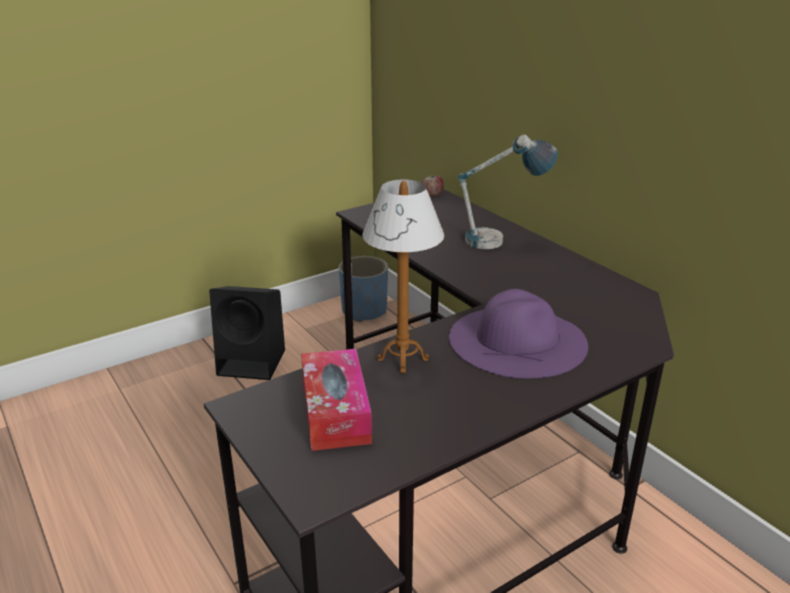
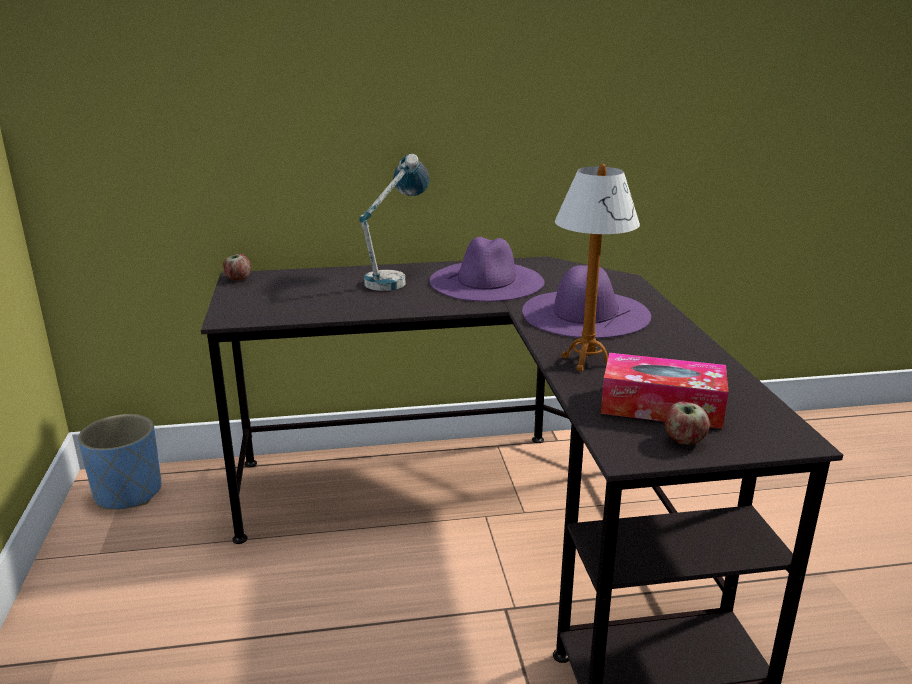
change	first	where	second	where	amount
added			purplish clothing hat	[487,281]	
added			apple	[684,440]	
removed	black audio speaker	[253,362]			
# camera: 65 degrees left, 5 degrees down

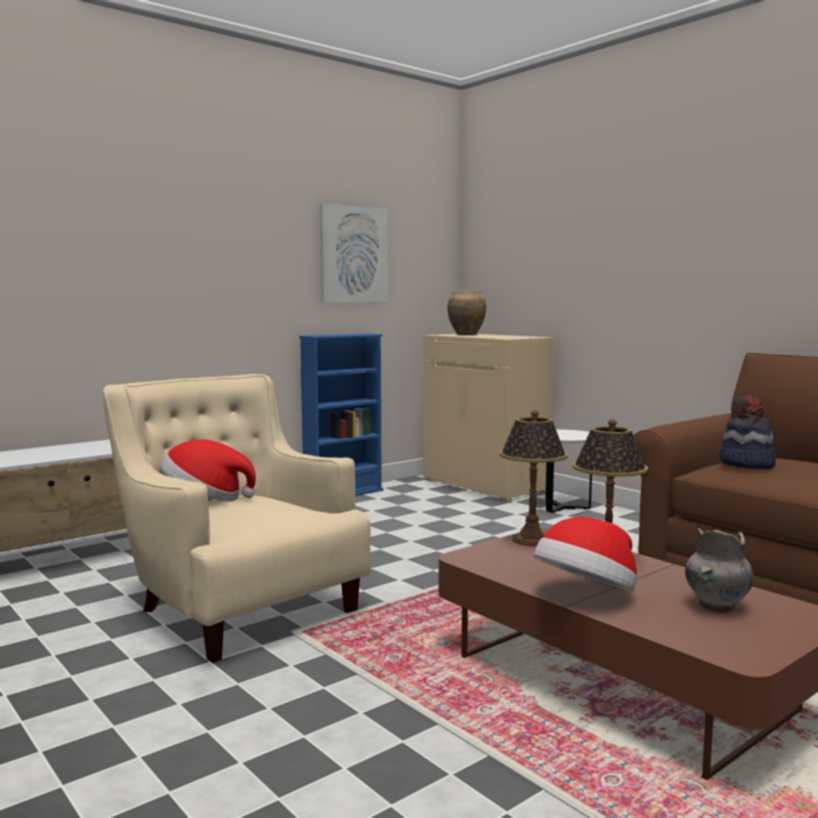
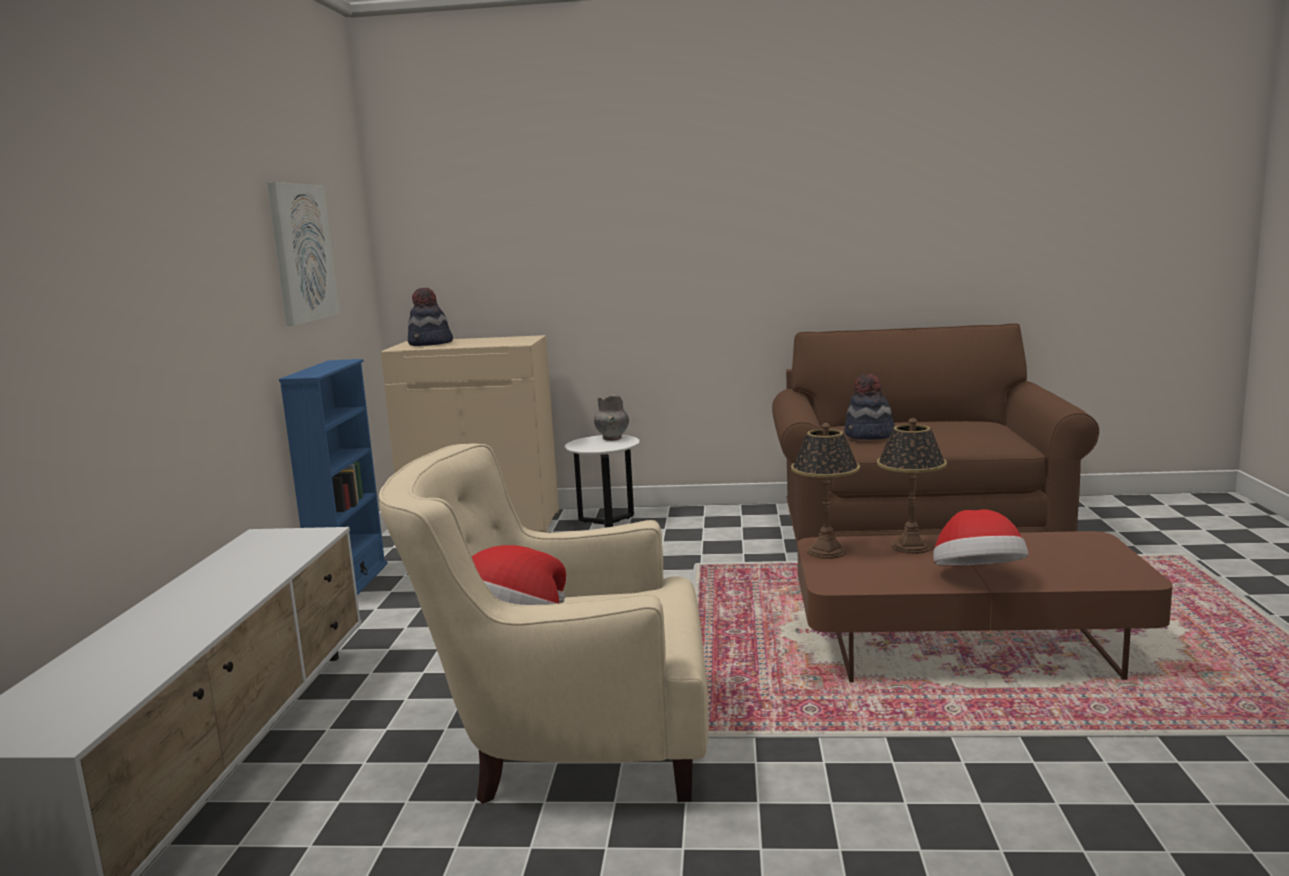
change	first	where	second	where	amount
replaced	brownish vase	[466,334]	clothing hat	[430,344]	
moved	grey vase	[717,605]		[612,438]	
# camera: 45 degrees left, 5 degrees up

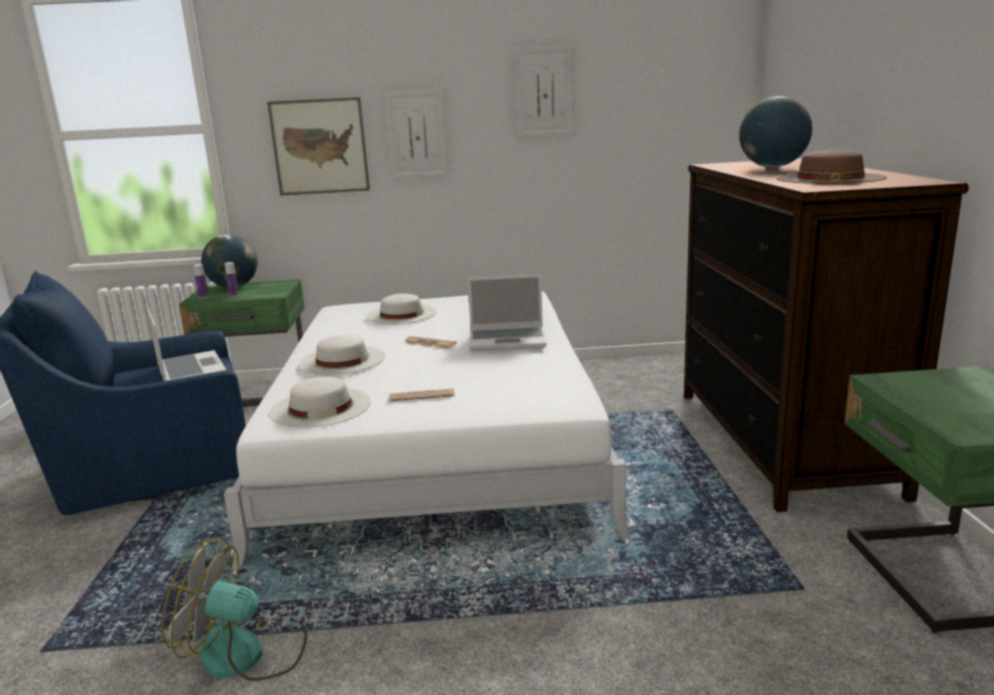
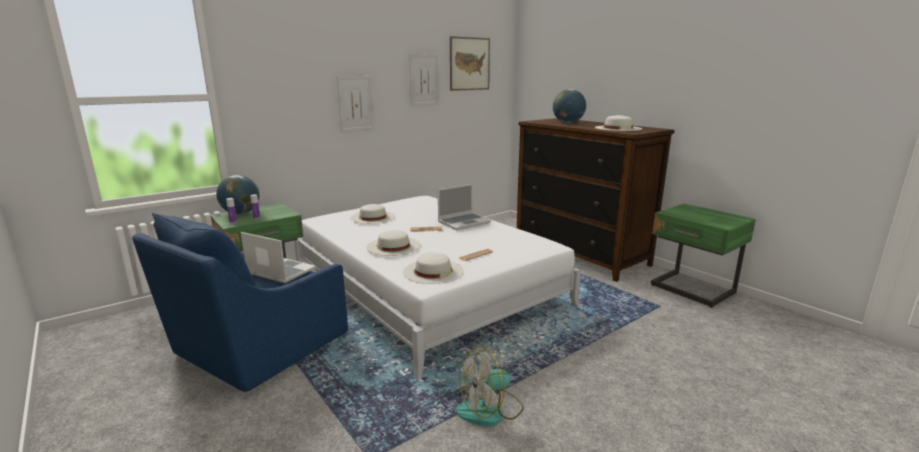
change	first	where	second	where	amount
moved	picture	[320,146]		[469,64]	
recoloured	brownish clothing hat	[830,178]	white clothing hat	[618,128]	
# camera: 35 degrees left, 0 degrees up

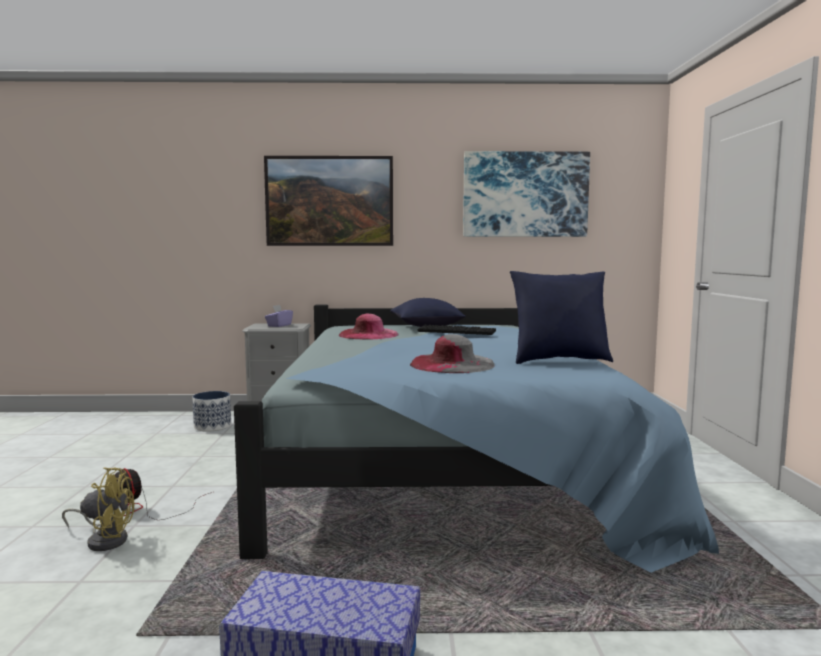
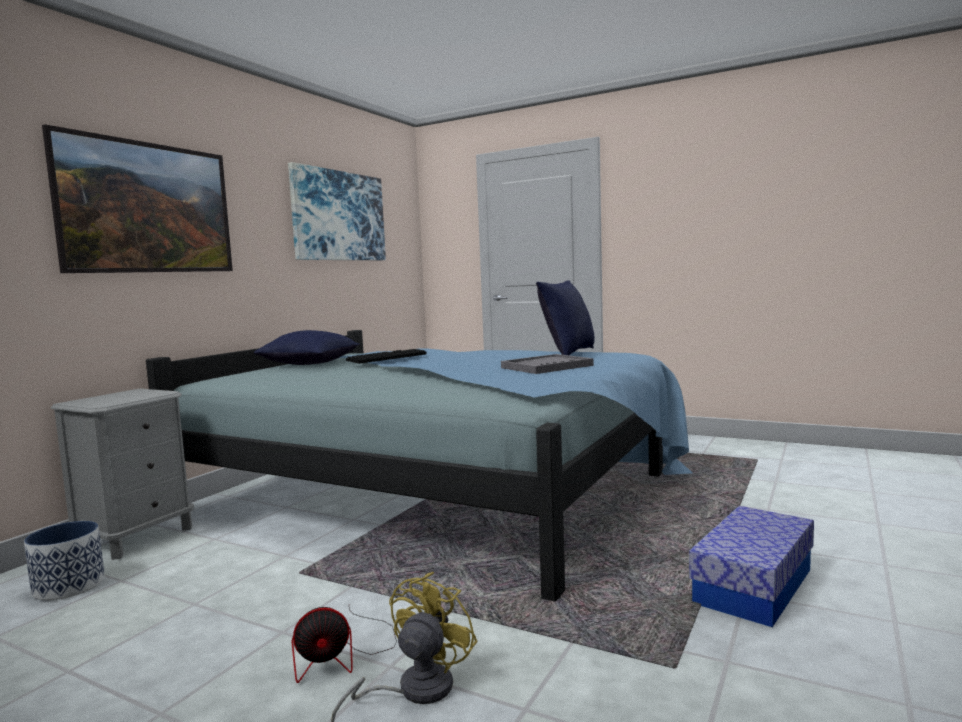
change	first	where	second	where	amount
replaced	grey clothing hat	[452,364]	grey carrying tray	[546,367]	
removed	purplish tissue box	[279,325]			
removed	pinkish clothing hat	[368,335]			
# camera: 60 degrees left, 0 degrees up

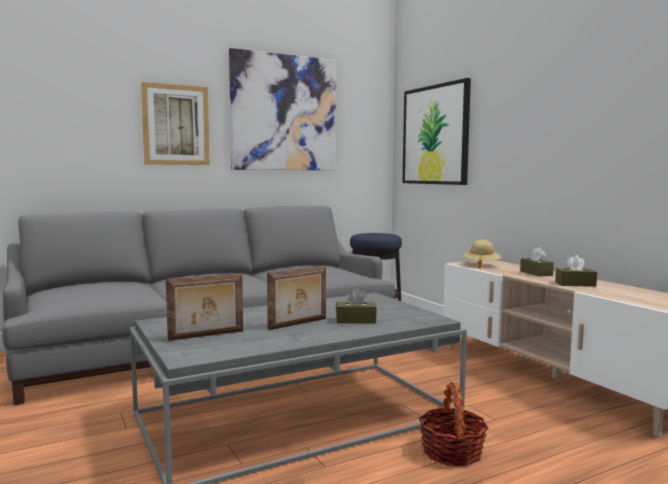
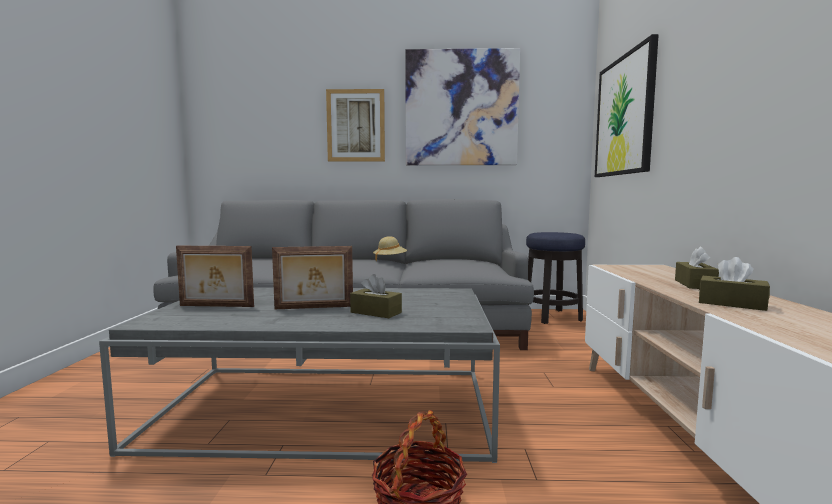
change	first	where	second	where	amount
moved	beige clothing hat	[481,265]		[390,260]	
# camera: 30 degrees right, 0 degrees up

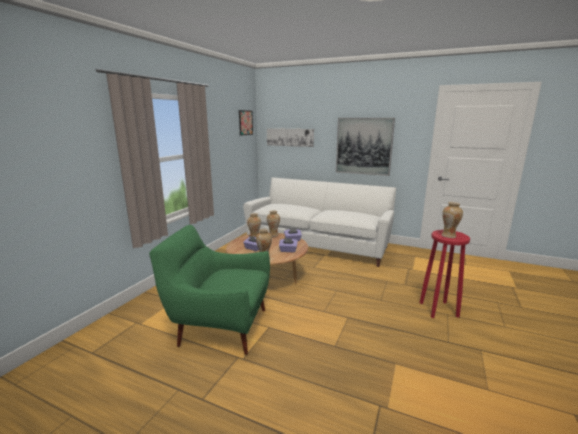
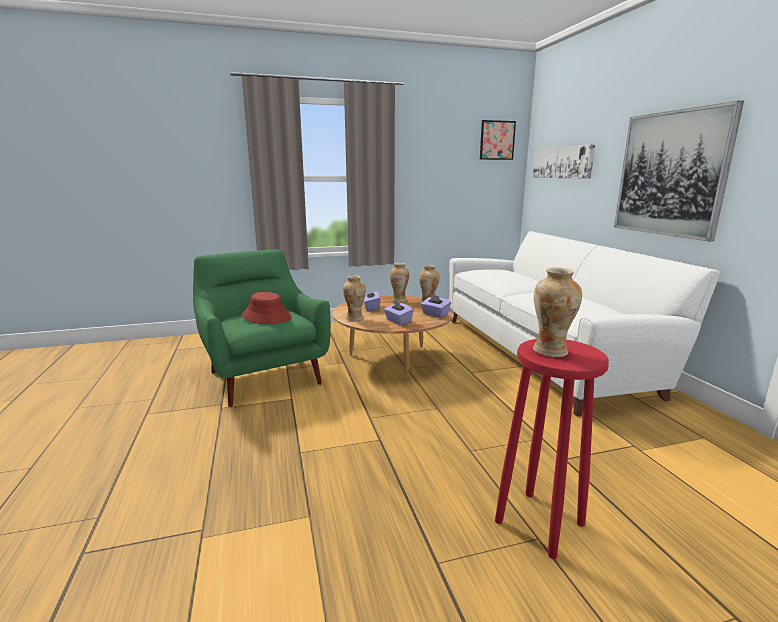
change	first	where	second	where	amount
added			red-coloured clothing hat	[267,316]	
# camera: 50 degrees right, 0 degrees up

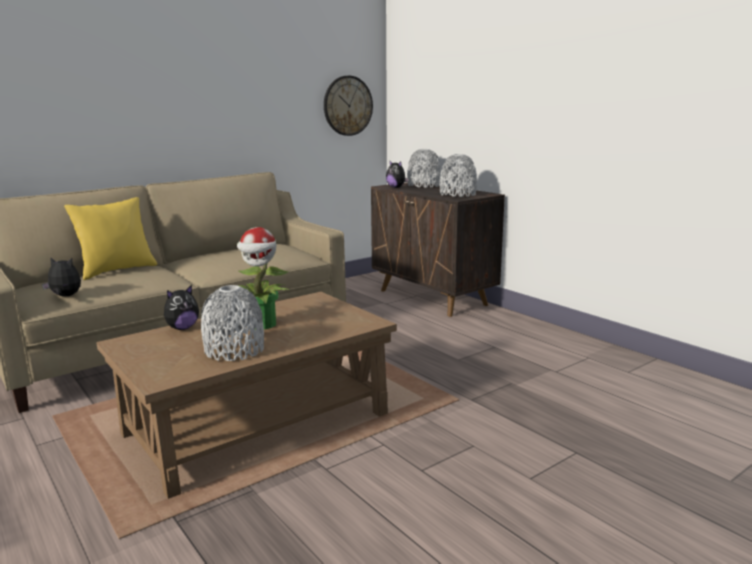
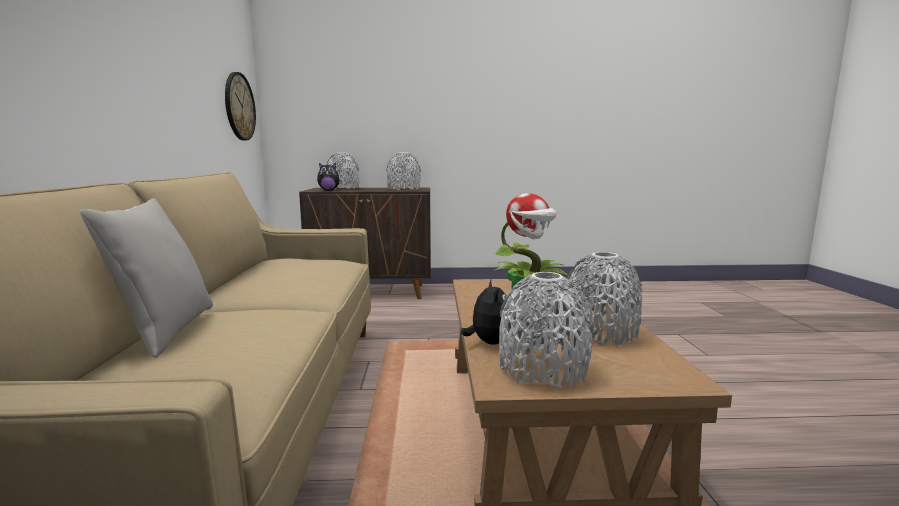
change	first	where	second	where	amount
recoloured	yellow throw pillow	[117,270]	grey throw pillow	[166,331]	
added			grey vase	[543,368]	
removed	cuddly toy	[65,296]			
# camera: 55 degrees left, 5 degrees down

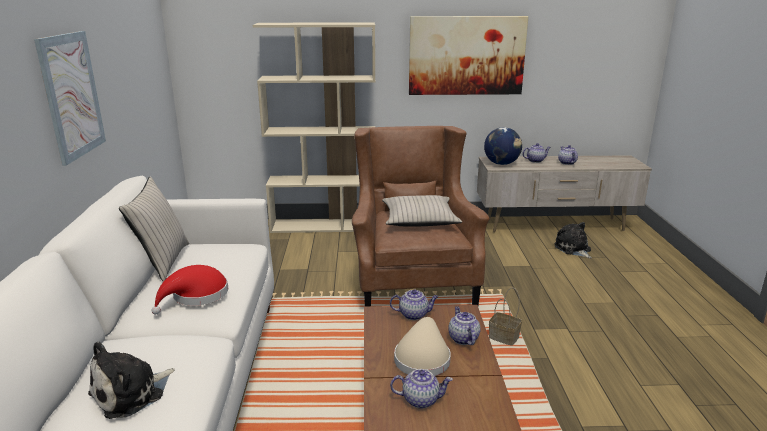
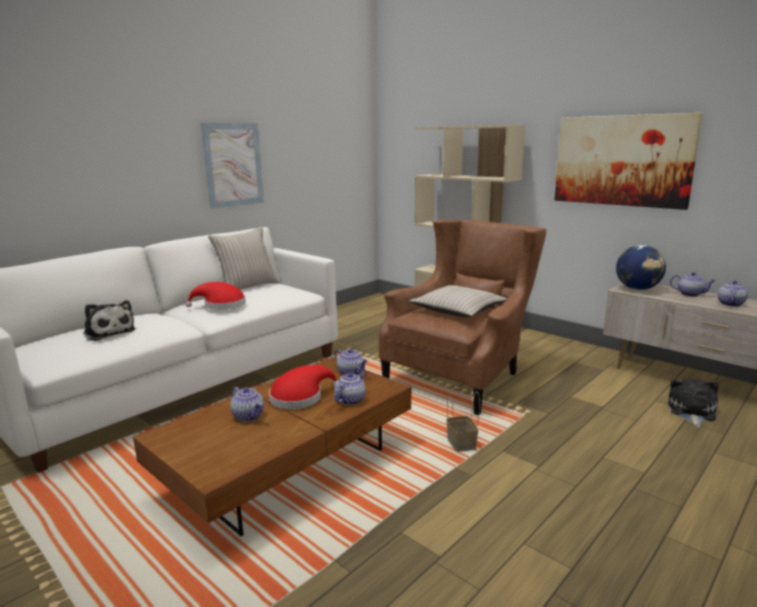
change	first	where	second	where	amount
turned	cuddly toy	[132,393]		[109,332]	135 degrees counterclockwise
recoloured	beige clothing hat	[422,358]	red-coloured clothing hat	[300,397]	
# camera: 45 degrees right, 5 degrees down

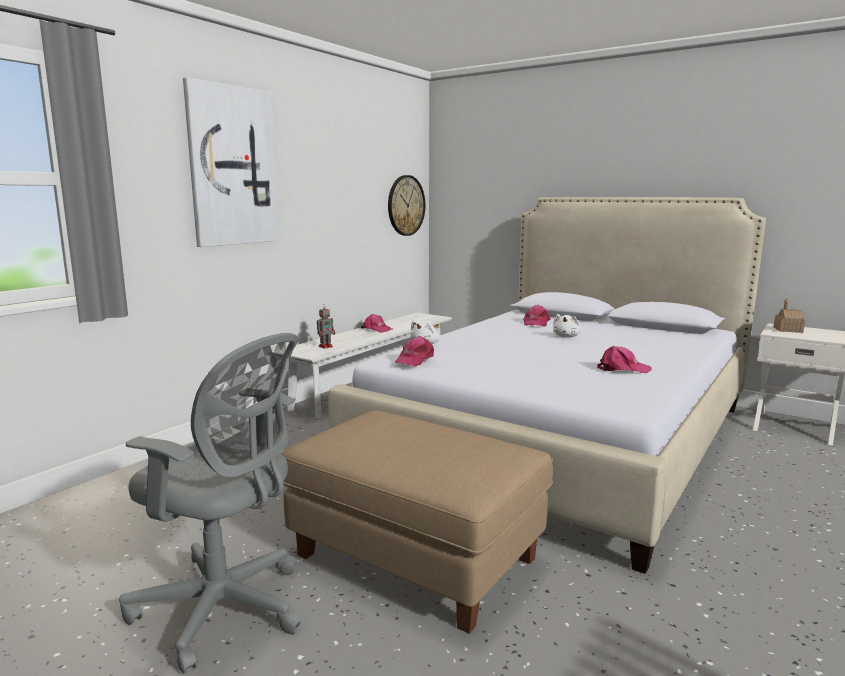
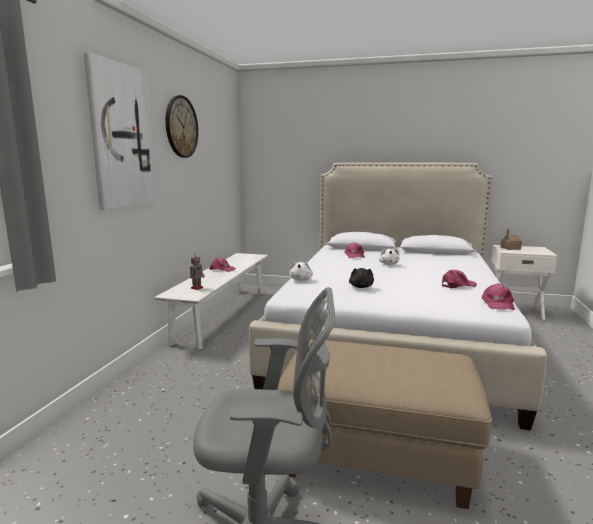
change	first	where	second	where	amount
moved	hanging clock	[406,205]		[181,127]	
added			black cuddly toy	[361,287]	
moved	pinkish peaked cap	[414,360]		[497,304]	
# camera: 20 degrees left, 0 degrees up

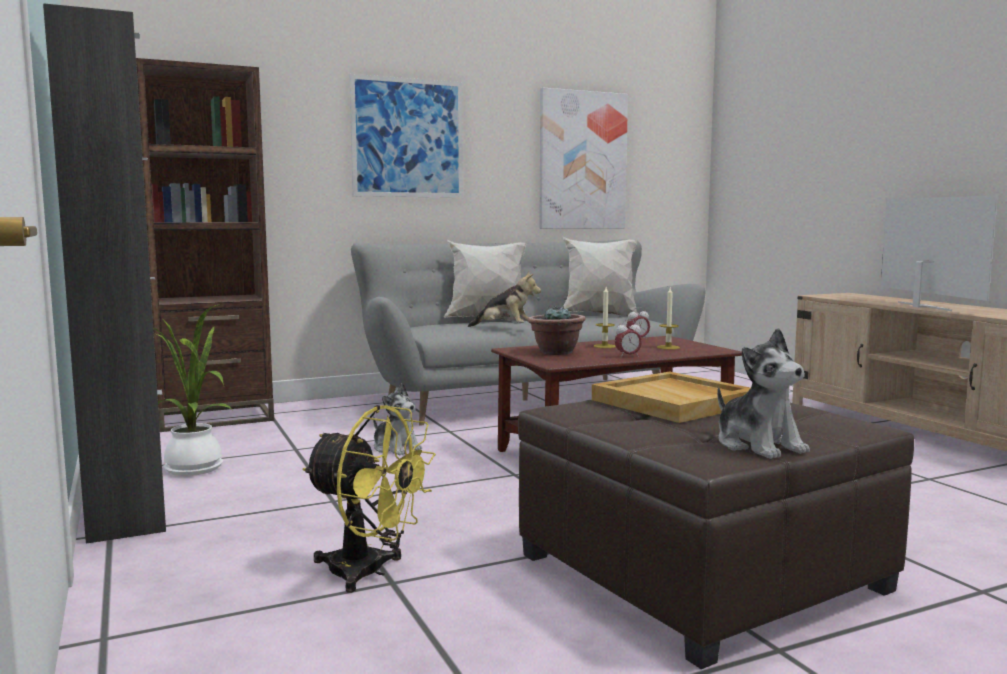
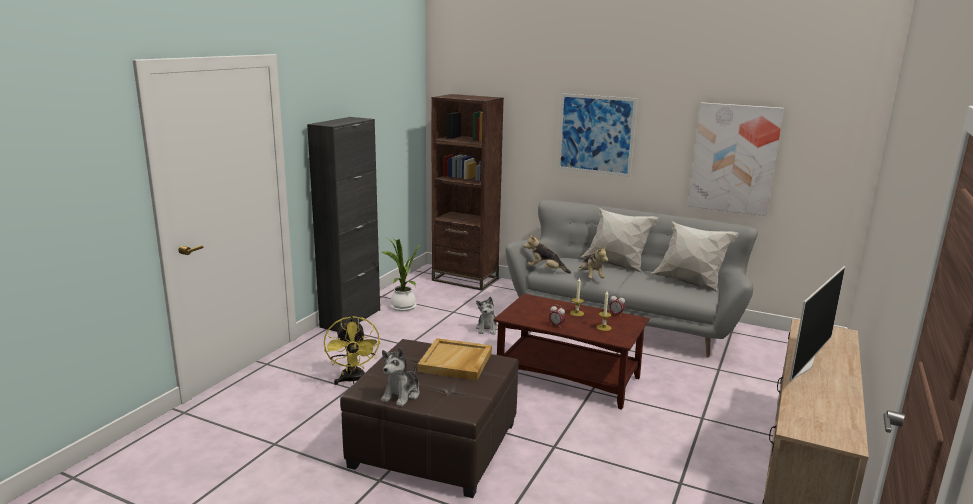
change	first	where	second	where	amount
added			cuddly toy	[545,270]	
removed	houseplant	[556,352]			
# camera: 50 degrees right, 10 degrees up

